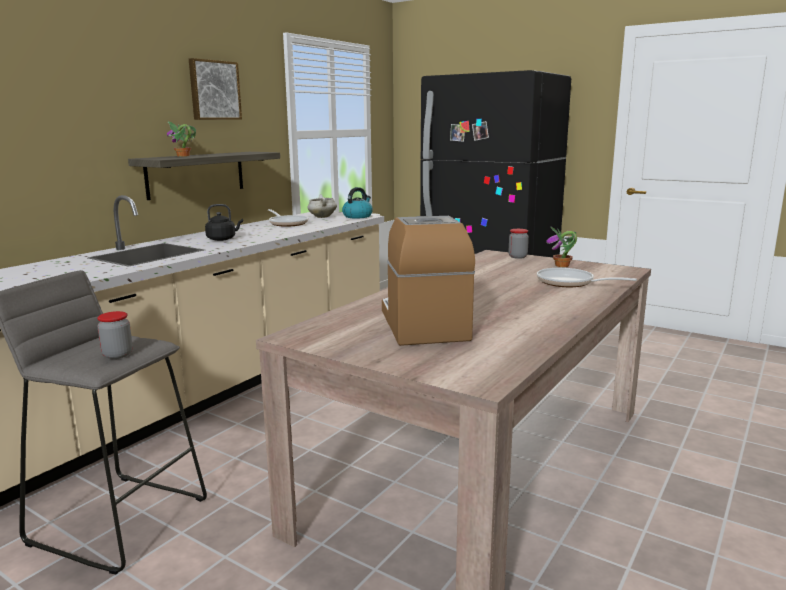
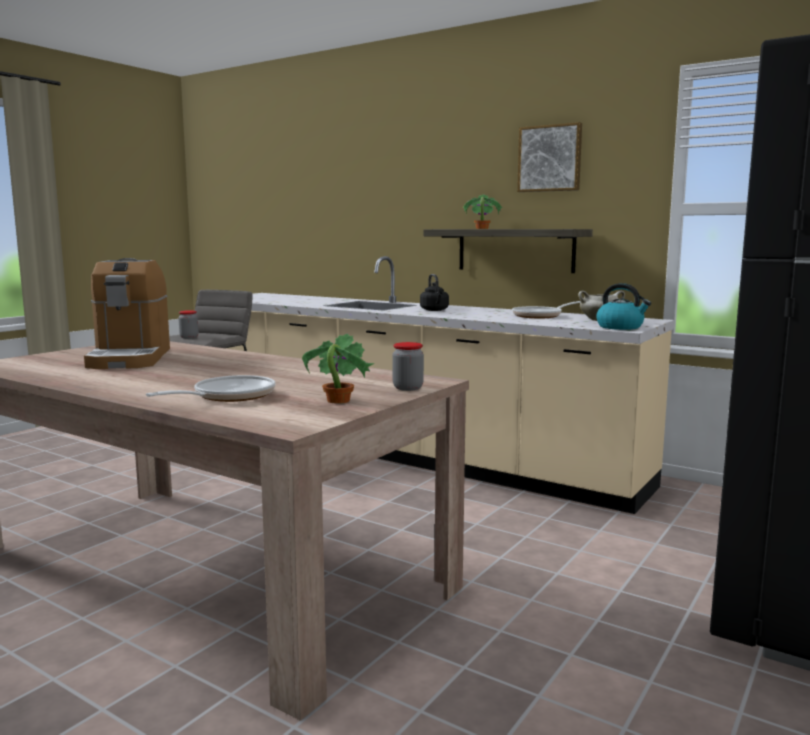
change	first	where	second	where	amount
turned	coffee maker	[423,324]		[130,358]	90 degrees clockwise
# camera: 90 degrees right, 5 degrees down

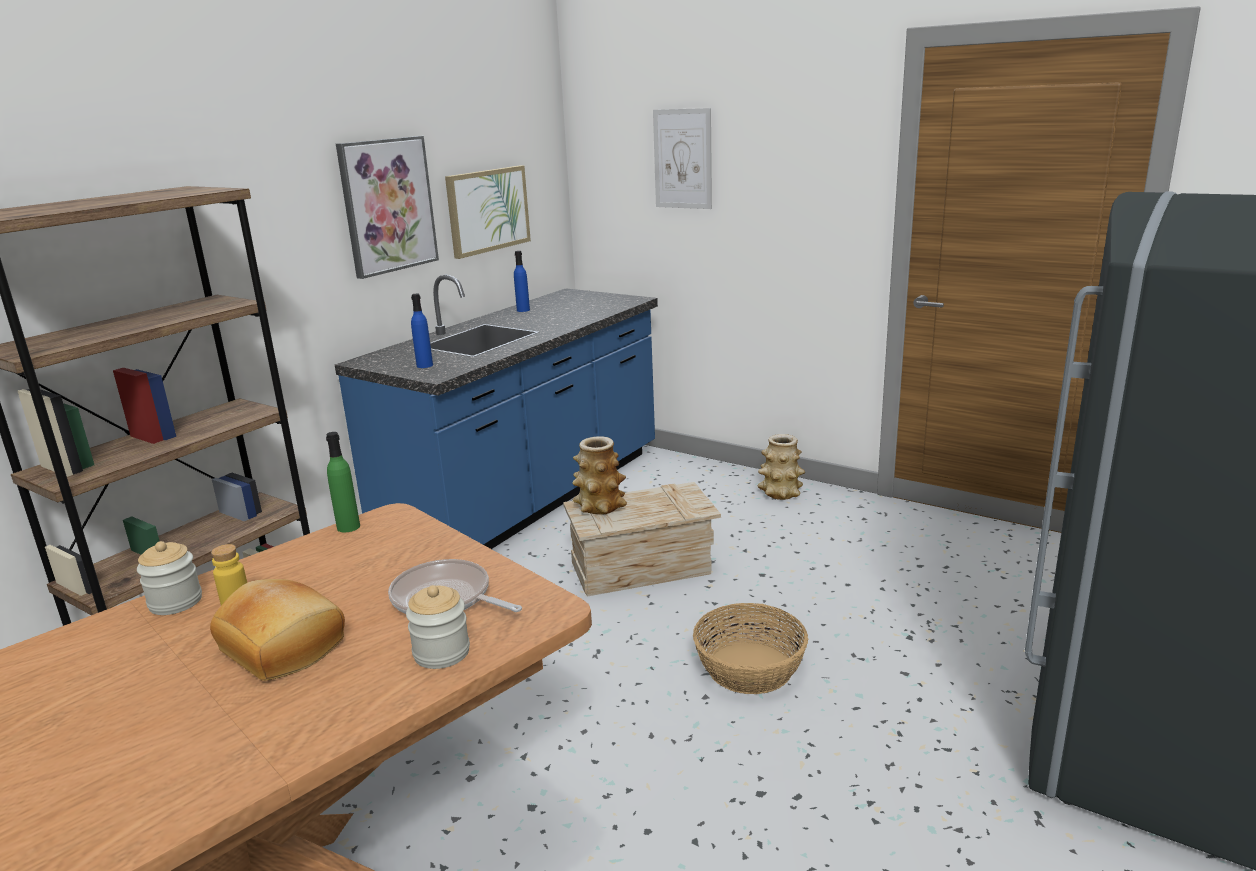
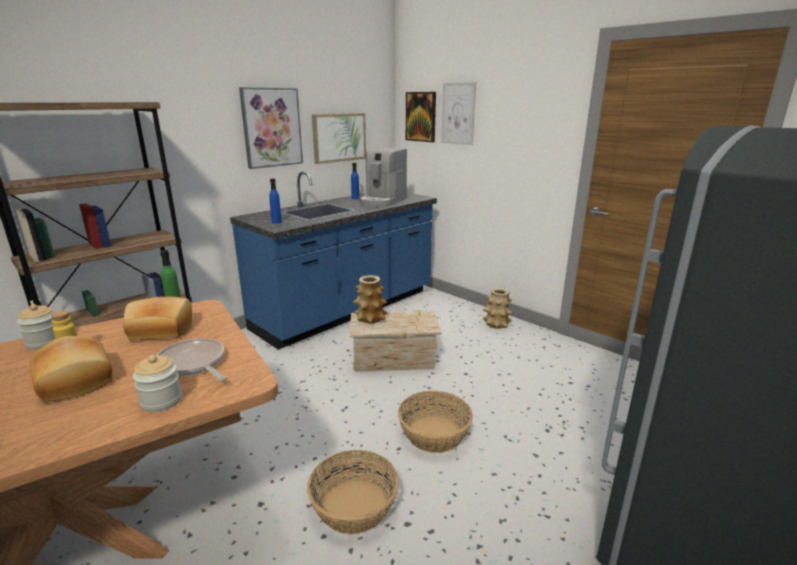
change	first	where	second	where	amount
added			bakery bread	[161,330]	
added			household basket	[354,506]	
added			coffee maker	[382,201]	
added			picture	[421,117]	
# camera: 10 degrees right, 0 degrees up

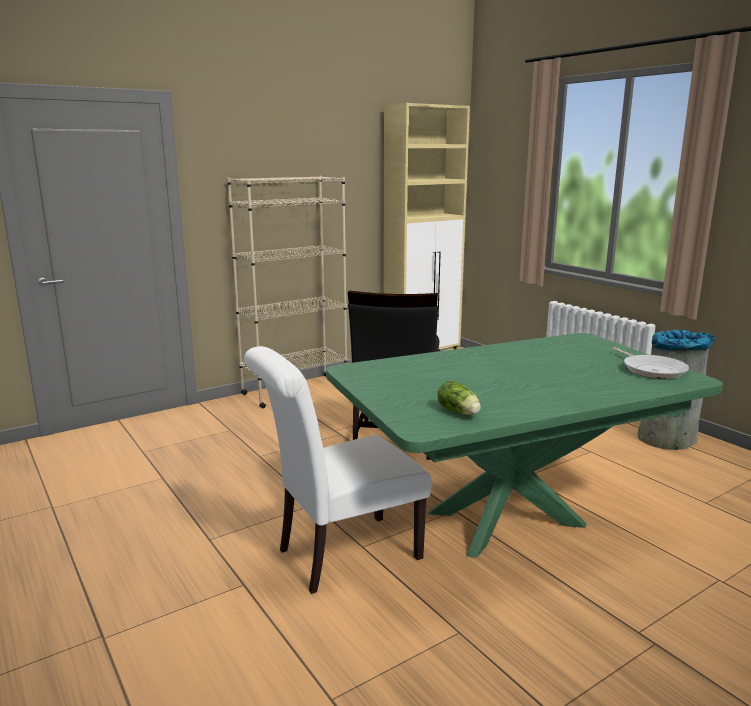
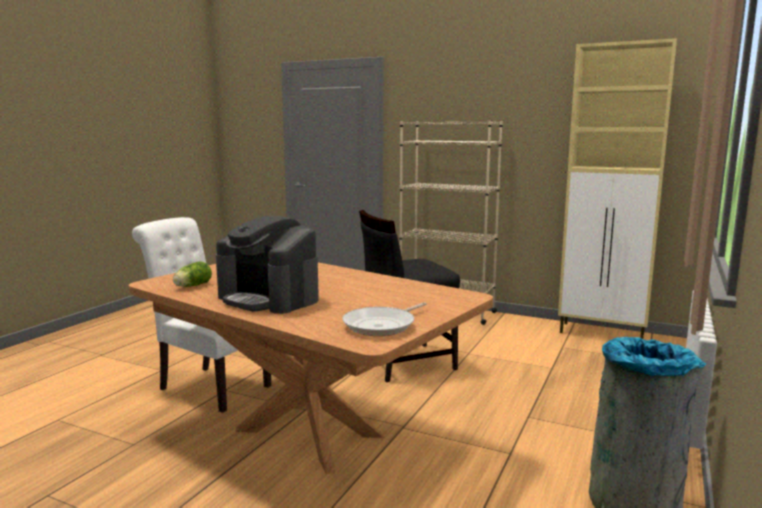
change	first	where	second	where	amount
recoloured	green dinner table	[507,519]	brownish dinner table	[309,433]	
added			coffee maker	[269,298]	
# camera: 60 degrees right, 5 degrees down

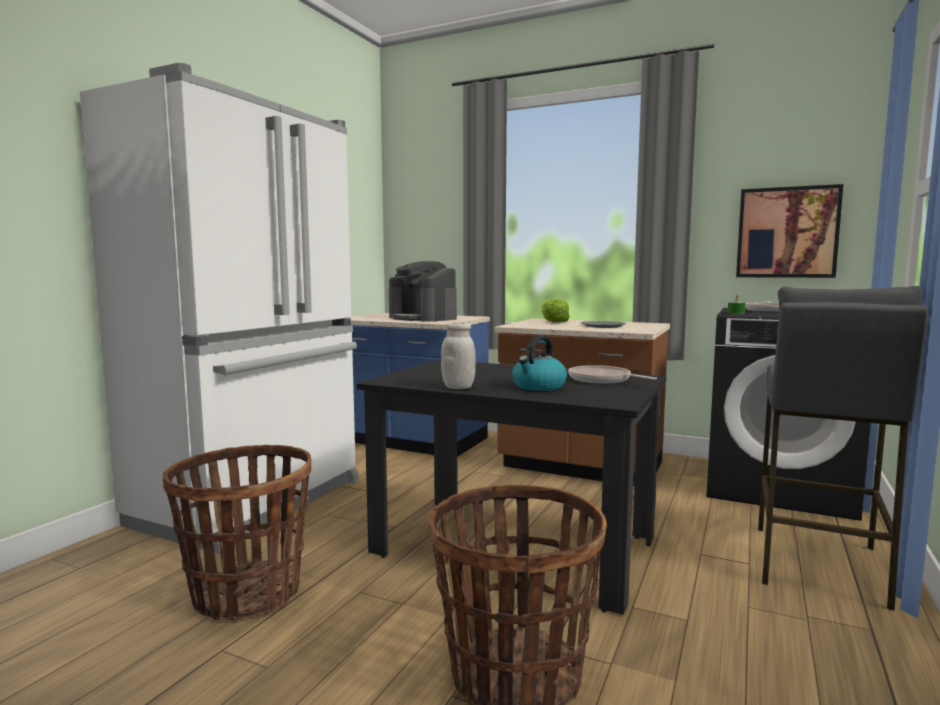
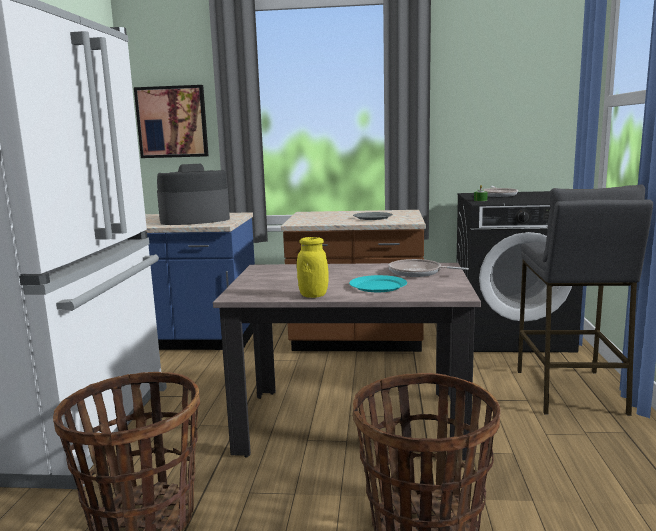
change	first	where	second	where	amount
moved	picture	[787,232]		[172,122]	
turned	coffee maker	[423,318]		[194,220]	135 degrees clockwise
recoloured	black dinner table	[514,547]	beige dinner table	[351,423]	
recoloured	white jar	[458,387]	yellow jar	[313,295]	
replaced	tea kettle	[538,387]	turquoise-coloured flat dish	[378,286]	
removed	lettuce	[553,322]			
# camera: 20 degrees left, 5 degrees up

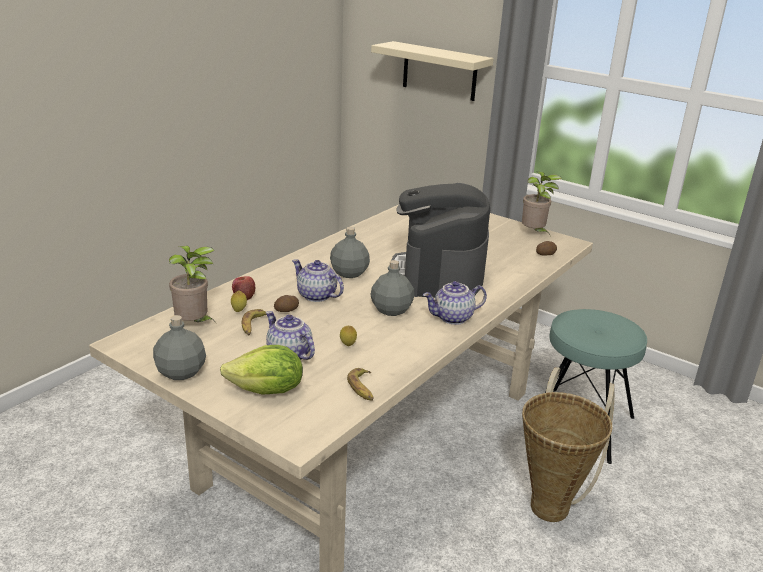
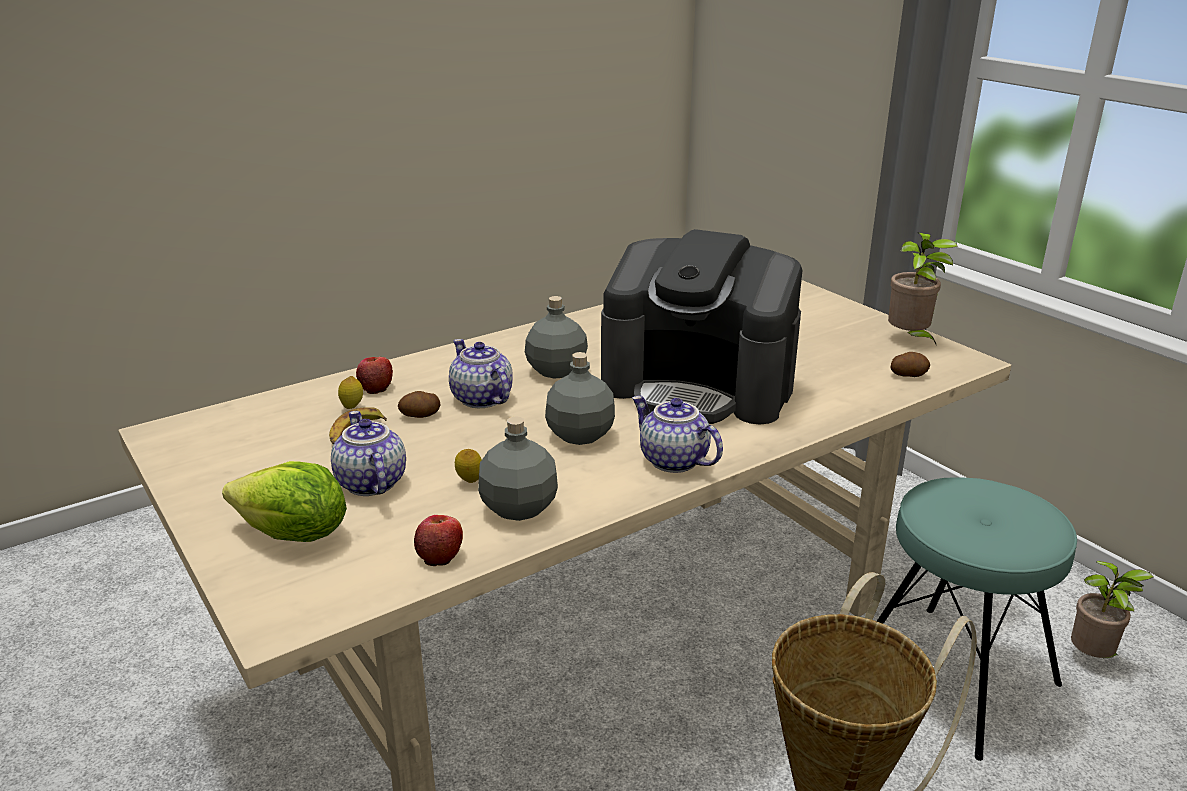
change	first	where	second	where	amount
replaced	whole banana	[362,388]	apple	[440,555]	
moved	grey beverage bottle	[182,372]		[520,508]	
turned	coffee maker	[438,273]		[699,386]	90 degrees counterclockwise
turned	pot for tea	[453,318]		[672,461]	45 degrees clockwise
moved	houseplant	[194,325]		[1093,658]	
removed	beige wall shelf	[439,71]			
# camera: 20 degrees right, 0 degrees up

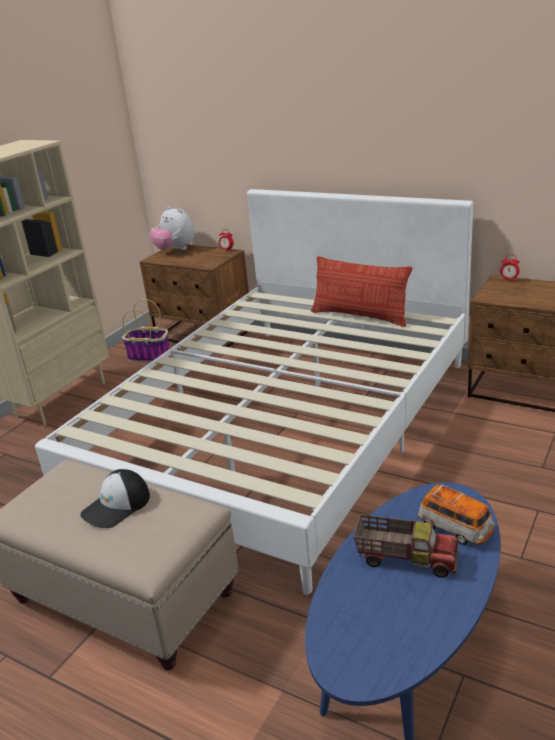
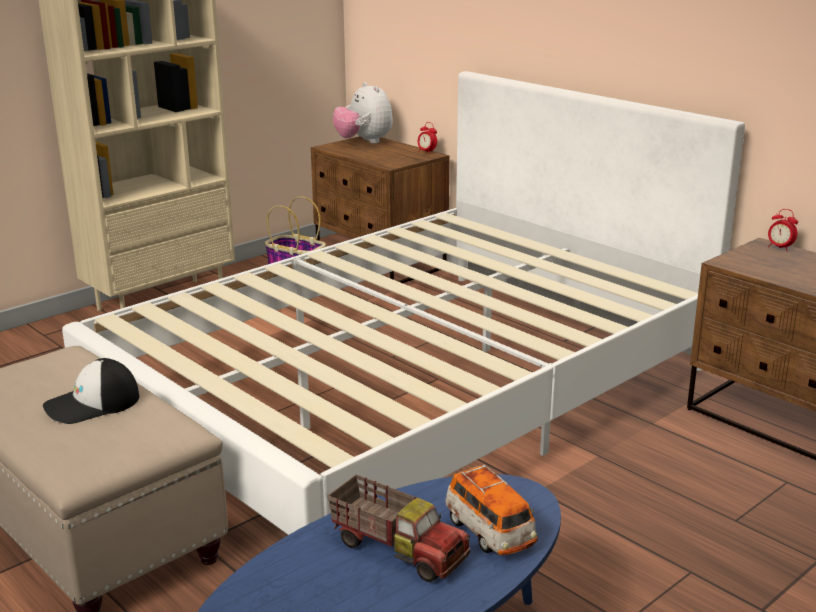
change	first	where	second	where	amount
removed	throw pillow	[360,316]			
# camera: 15 degrees right, 5 degrees down

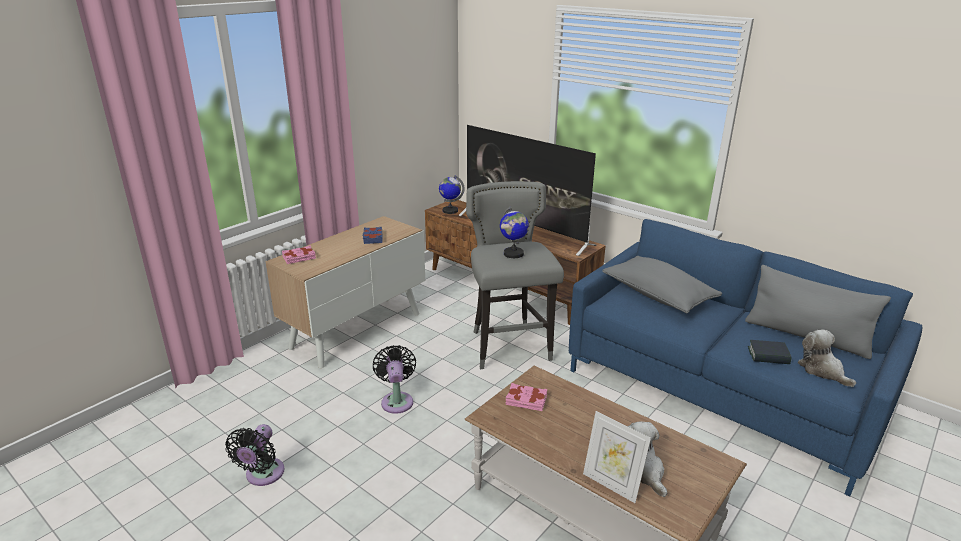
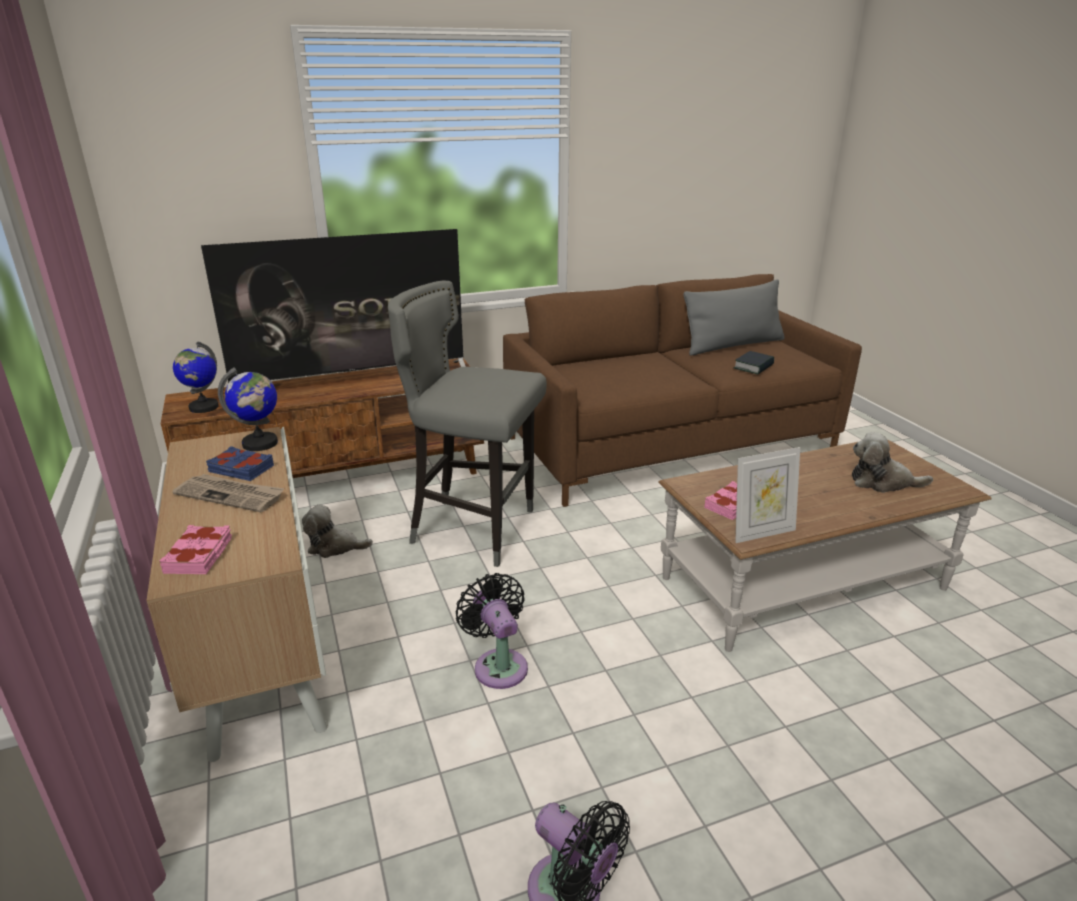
change	first	where	second	where	amount
added			newspaper	[231,495]	
moved	world globe	[513,254]		[260,443]	
moved	cuddly toy	[822,370]		[335,546]	
turned	black cooling fan	[397,400]		[498,665]	45 degrees clockwise
recoloured	blue settee	[719,392]	brownish settee	[669,445]	
moved	standing frame	[611,484]		[761,532]	
removed	grey throw pillow	[658,296]			
# camera: 60 degrees left, 0 degrees up

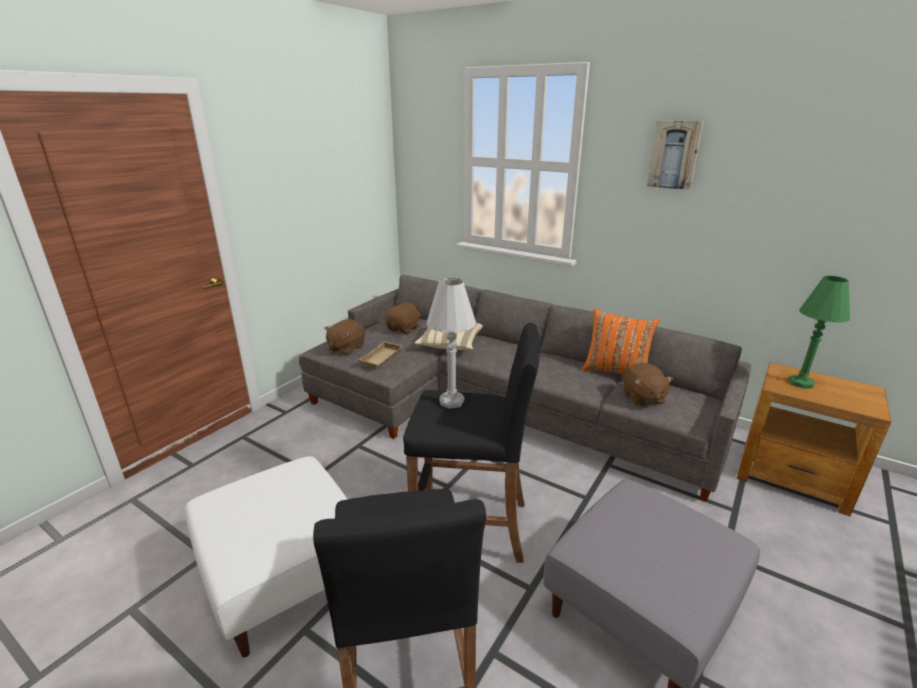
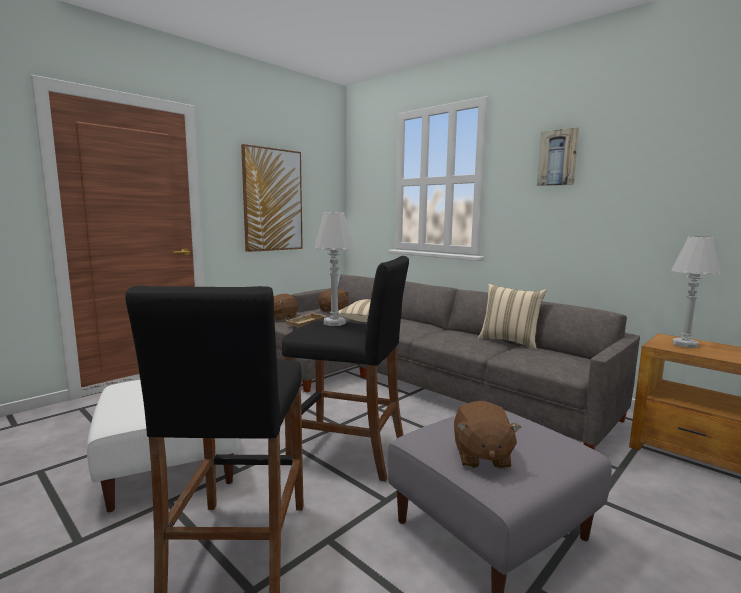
change	first	where	second	where	amount
added			picture	[272,200]	
moved	brownish cuddly toy	[642,398]		[481,456]	
recoloured	orange-coloured throw pillow	[615,371]	beige throw pillow	[509,342]	
recoloured	green tabletop lamp	[800,383]	white tabletop lamp	[684,345]	
# camera: 10 degrees right, 15 degrees down

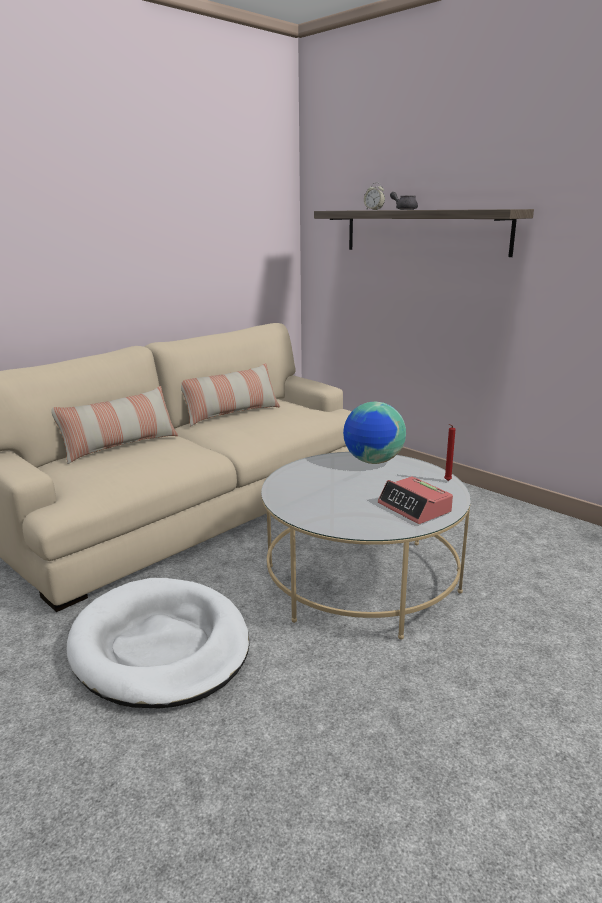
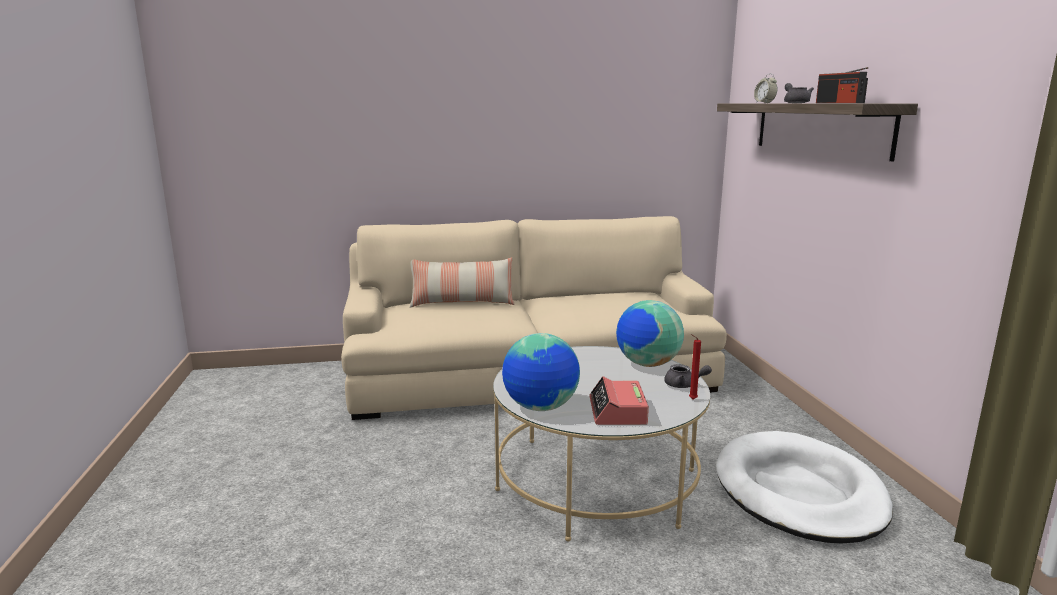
change	first	where	second	where	amount
added			world globe	[540,407]	
added			grey pot for tea	[684,385]	
moved	white dog bed	[160,647]		[799,492]	
added			radio set	[839,103]	
removed	throw pillow	[231,413]			
# camera: 35 degrees right, 5 degrees down

